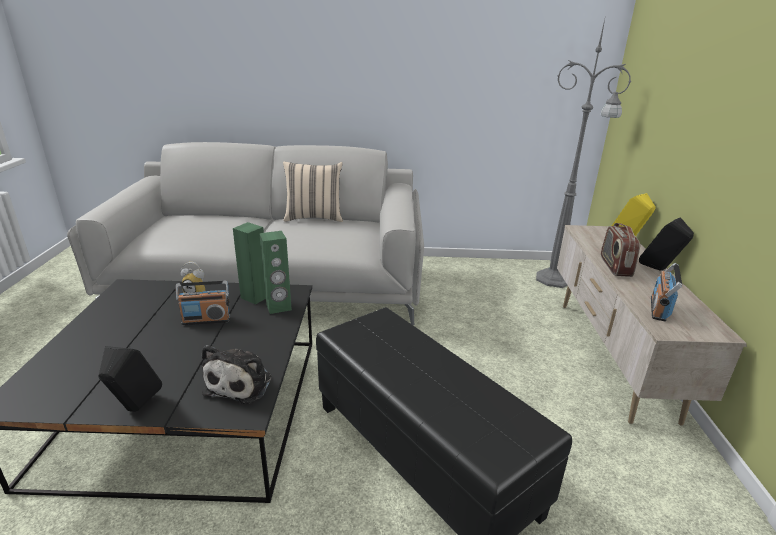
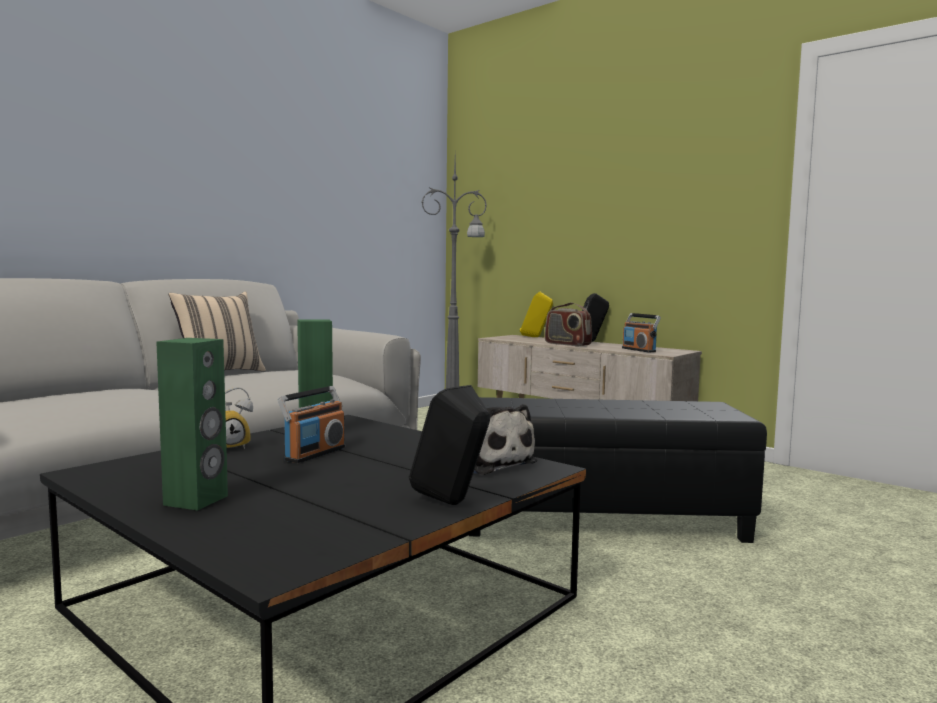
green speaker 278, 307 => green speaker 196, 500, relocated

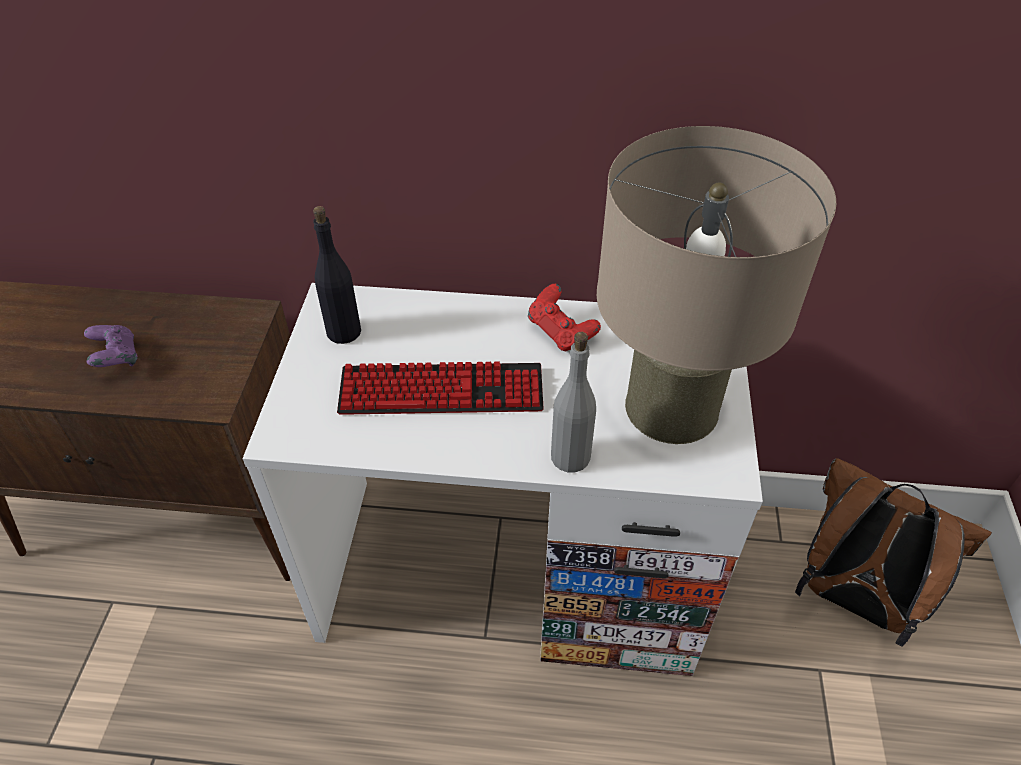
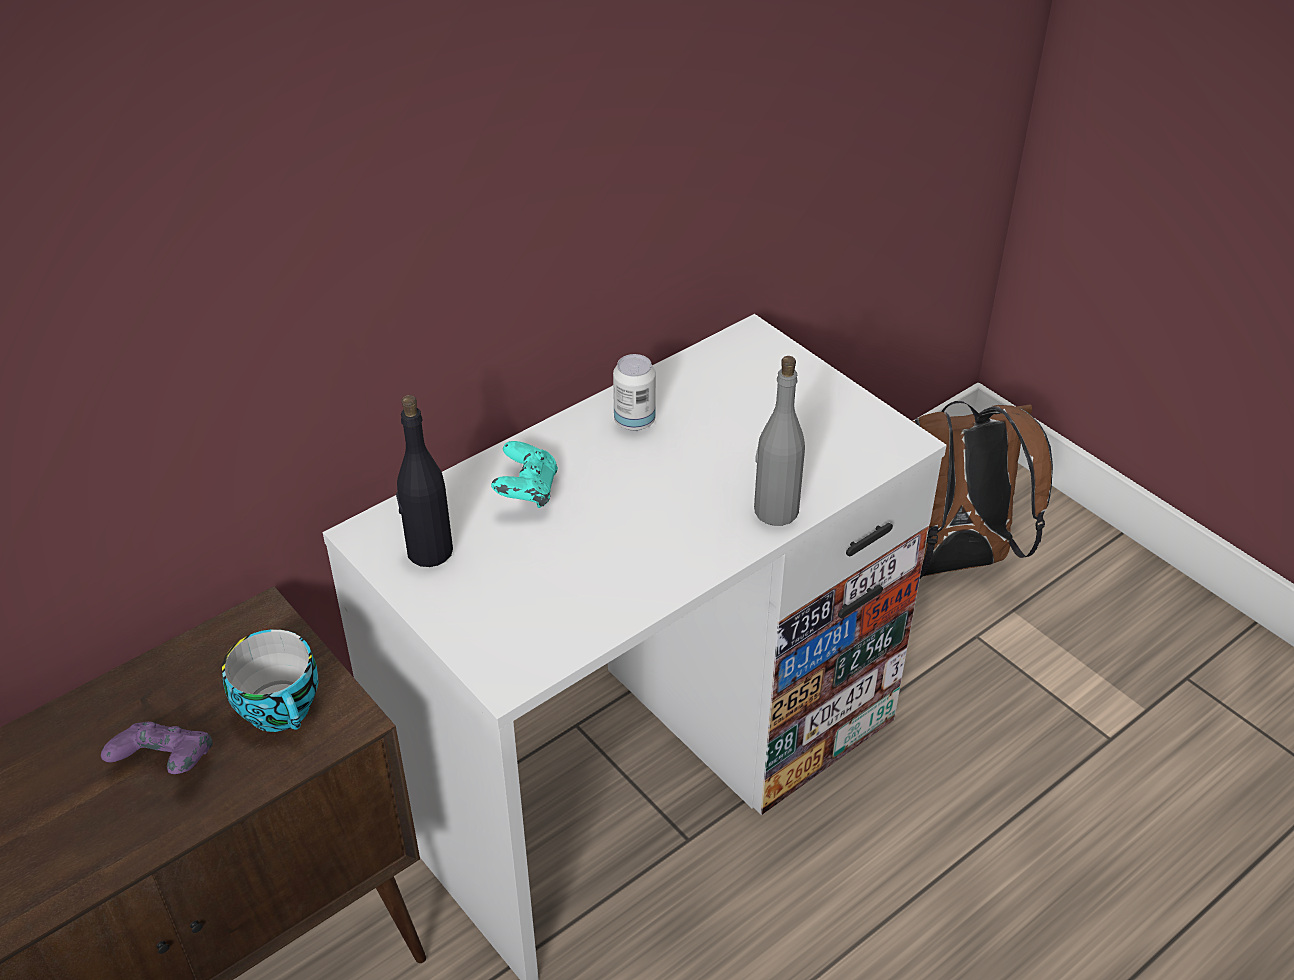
keyboard 441, 391 => nothing
beige table lamp 671, 407 => nothing
nothing => cup 283, 710
nothing => turquoise game controller 526, 492
red game controller 561, 332 => can 634, 421

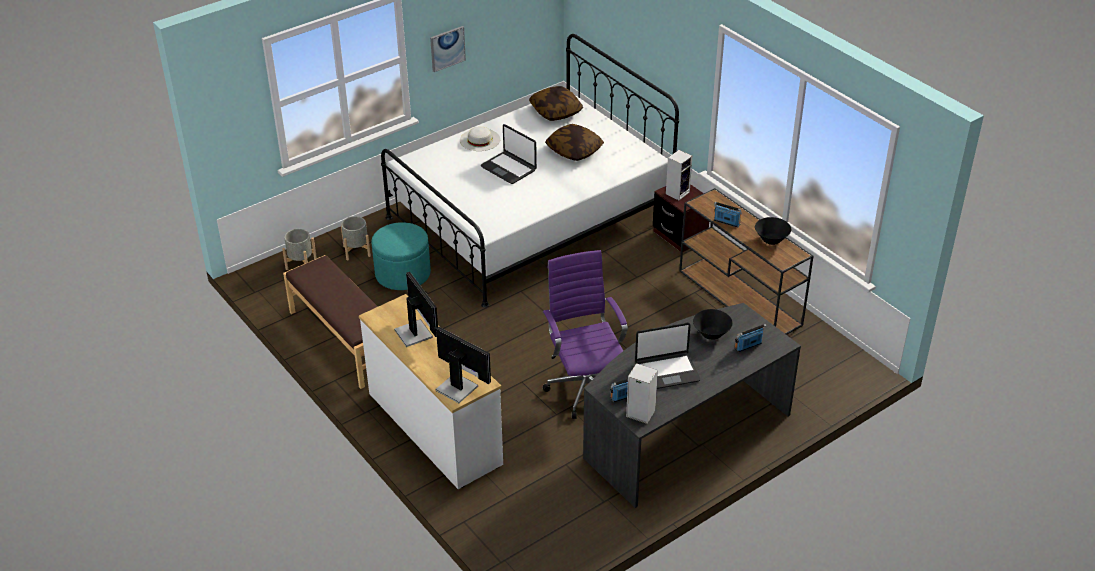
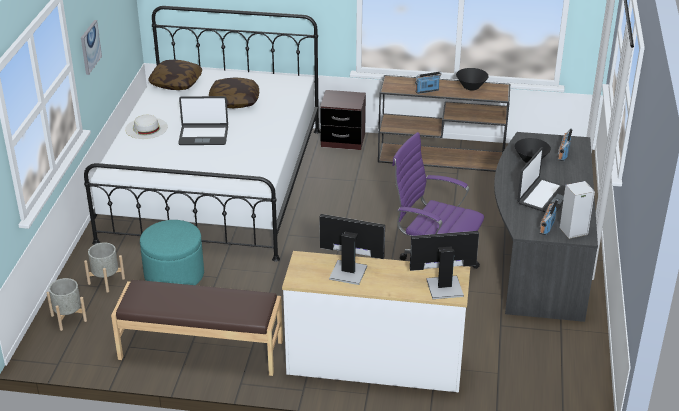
speaker 677, 192 => nothing

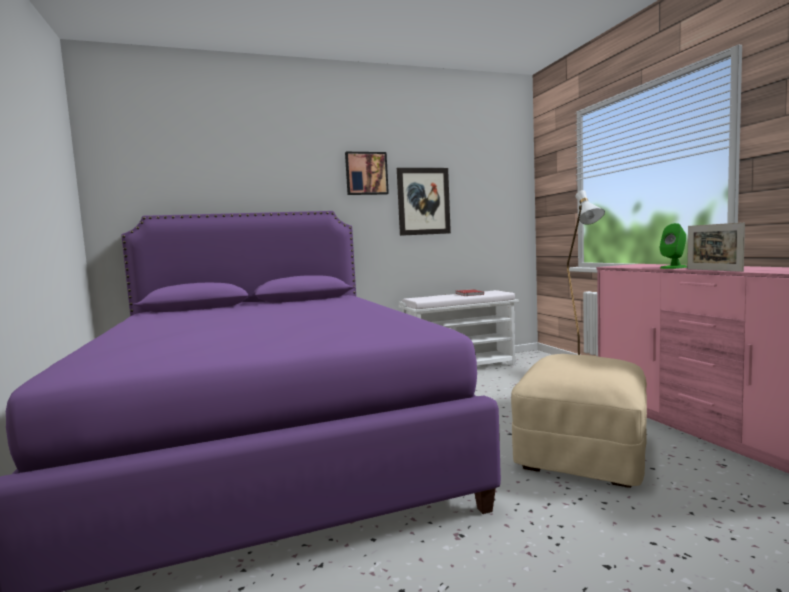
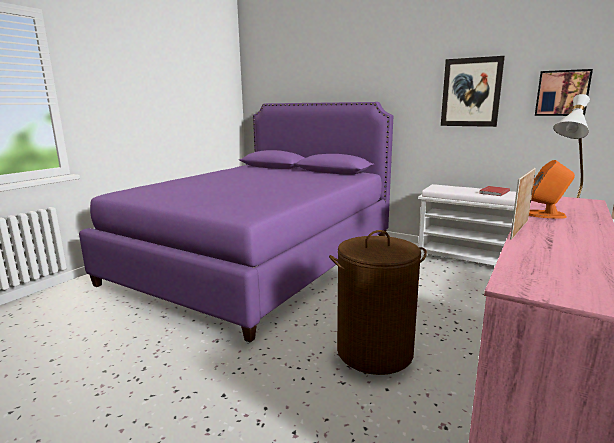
picture 366, 173 => picture 562, 93, relocated
beige ottoman 581, 452 => brown laundry basket 374, 351
green speaker 673, 267 => orange speaker 546, 214

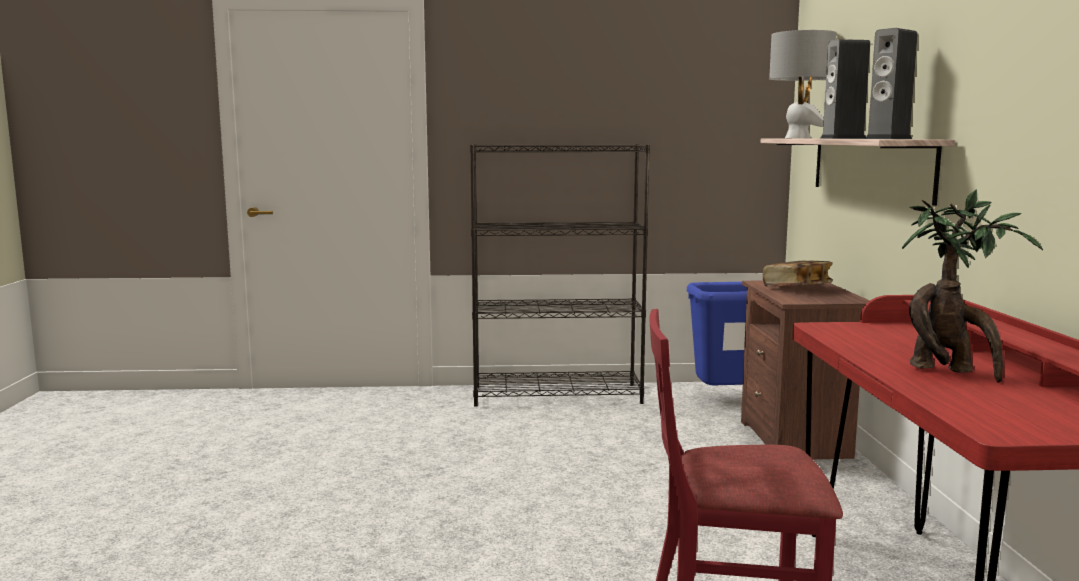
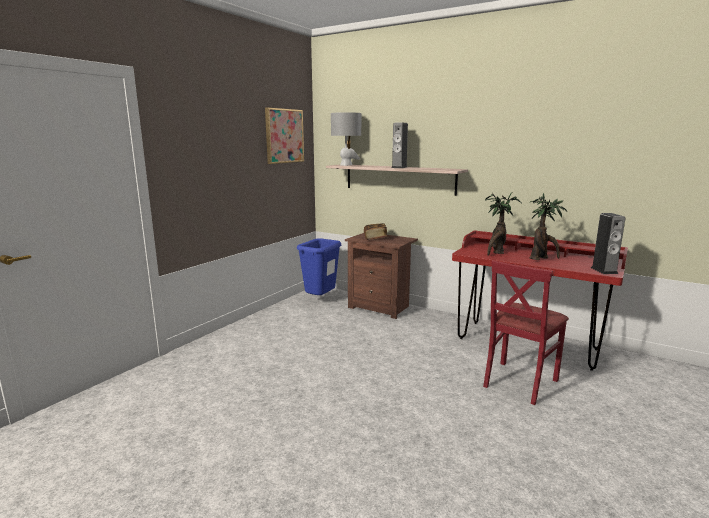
black bookcase 558, 395 => nothing
nothing => picture 284, 136
nothing => potted plant 496, 253
speaker 888, 138 => speaker 604, 270, relocated

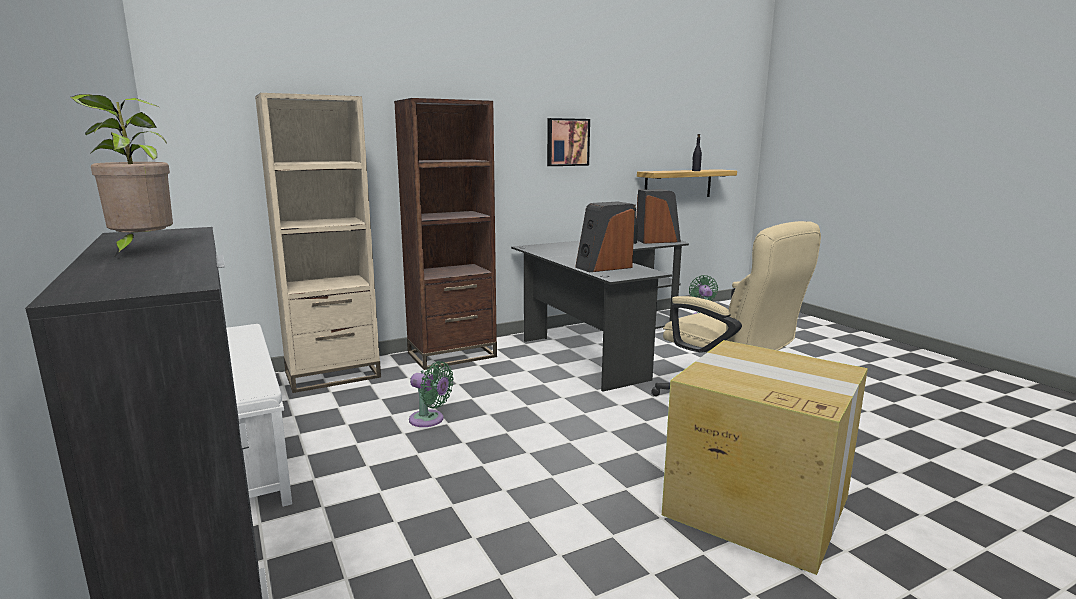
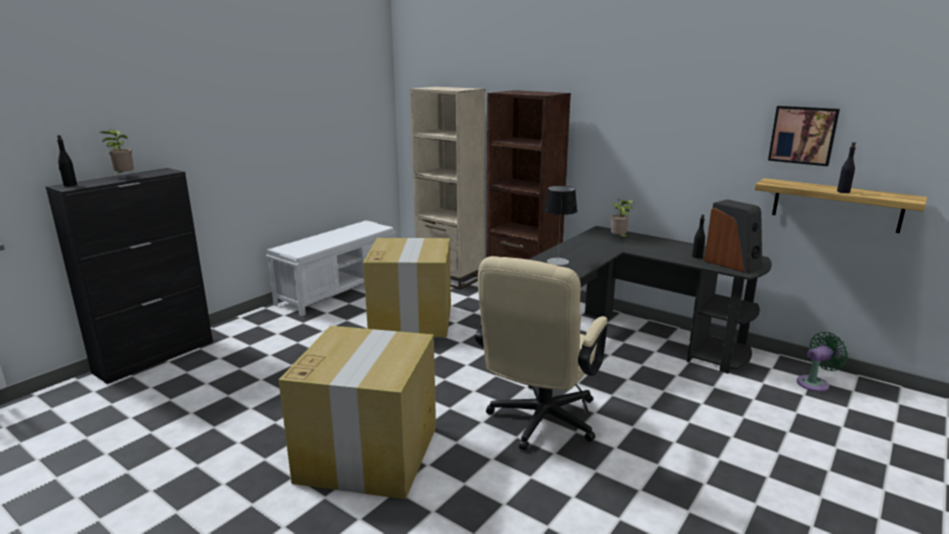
nothing => black bottle 70, 185
nothing => potted plant 619, 238
picture 567, 142 => picture 803, 135, relocated
green fan 429, 420 => cardboard box 412, 319
speaker 603, 267 => table lamp 557, 261

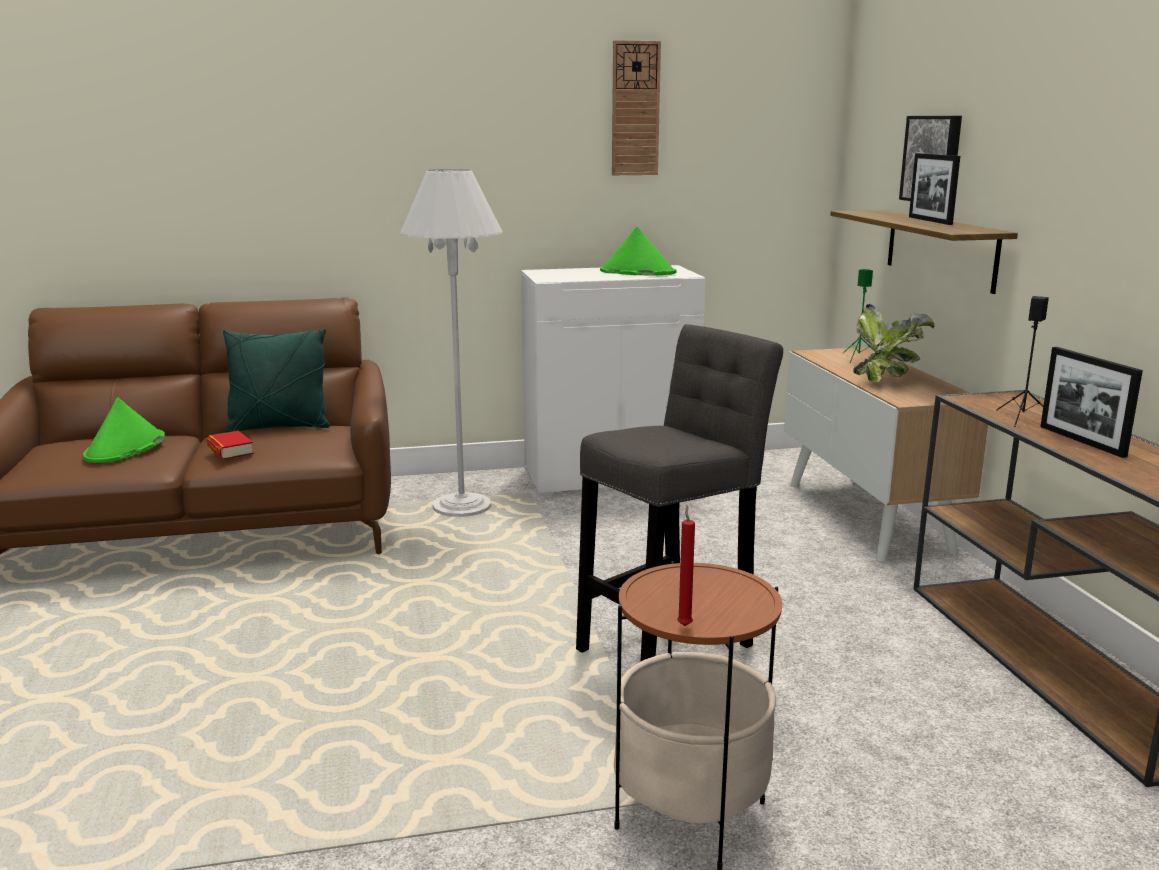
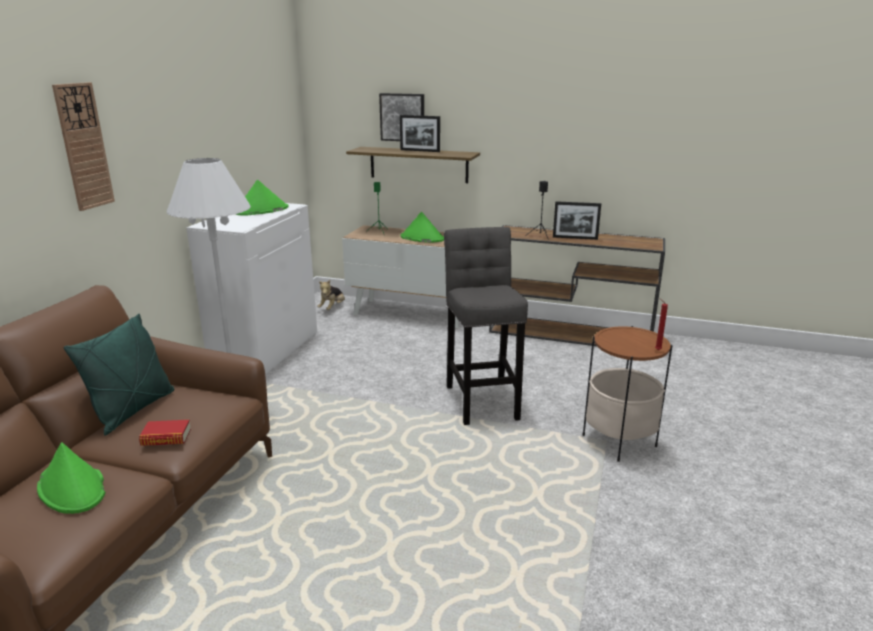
nothing => plush toy 332, 308
wall clock 635, 109 => wall clock 83, 146, relocated
potted plant 886, 380 => green hat 422, 238

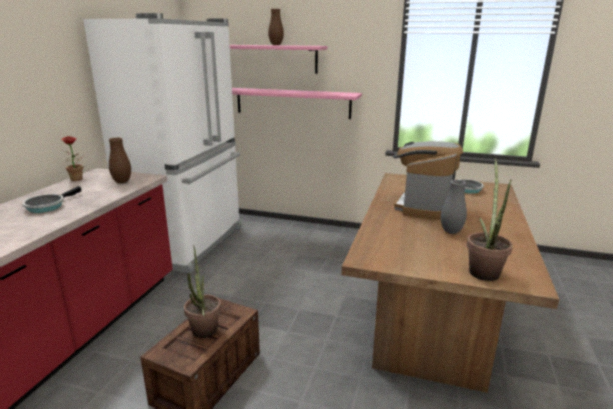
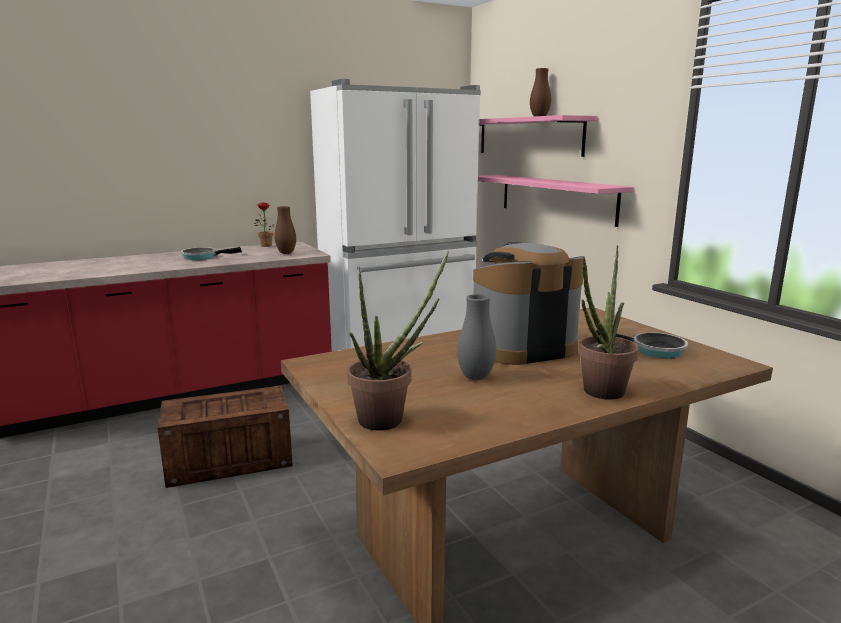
potted plant 203, 334 => potted plant 599, 394, relocated

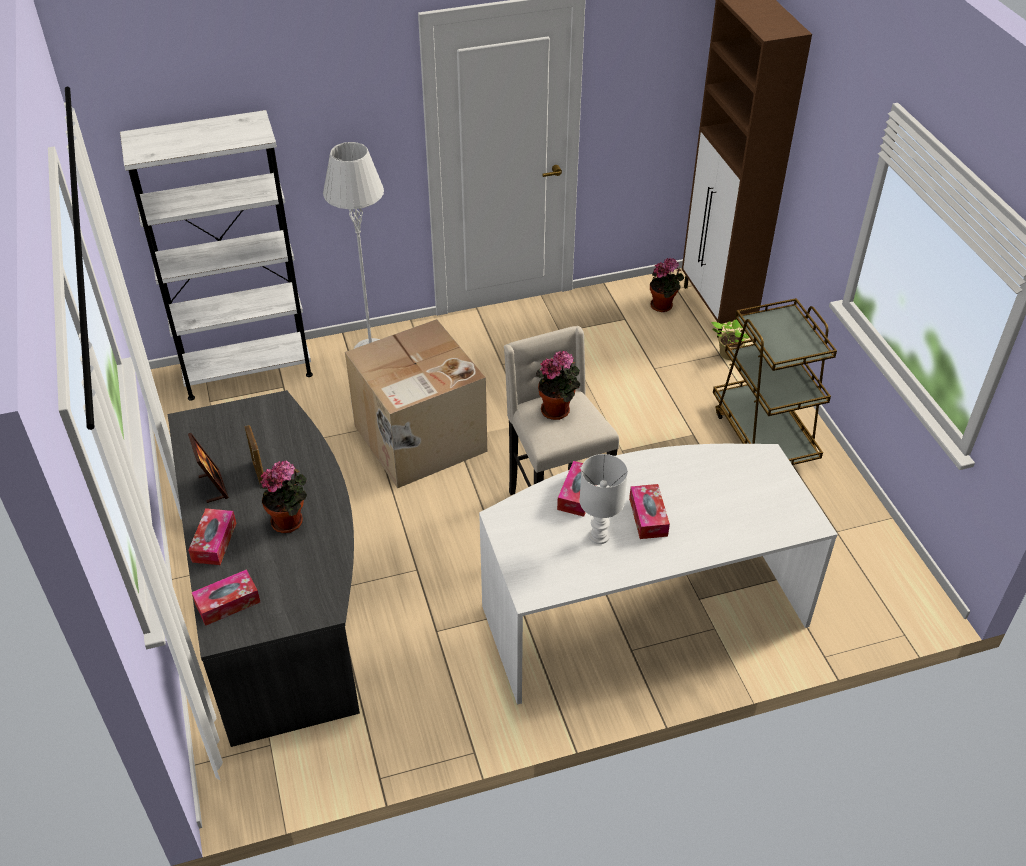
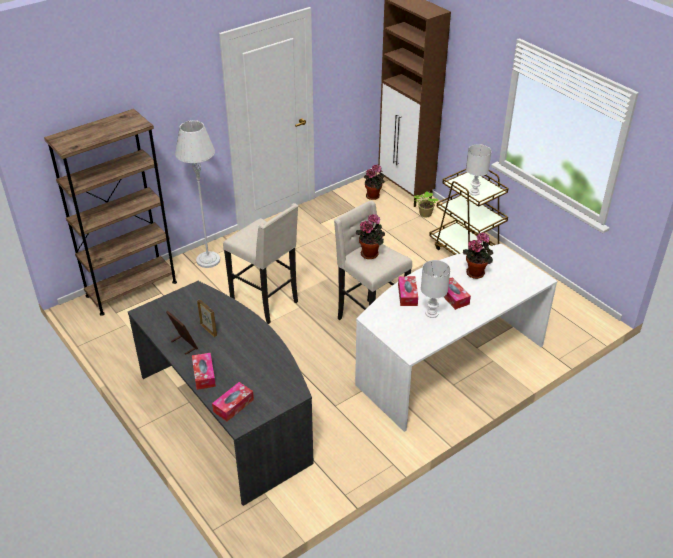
nothing => white table lamp 474, 192
potted plant 290, 521 => potted plant 476, 272, relocated
cardboard box 419, 440 => beige stool 266, 303
white bookcase 247, 370 => brown bookcase 131, 289

